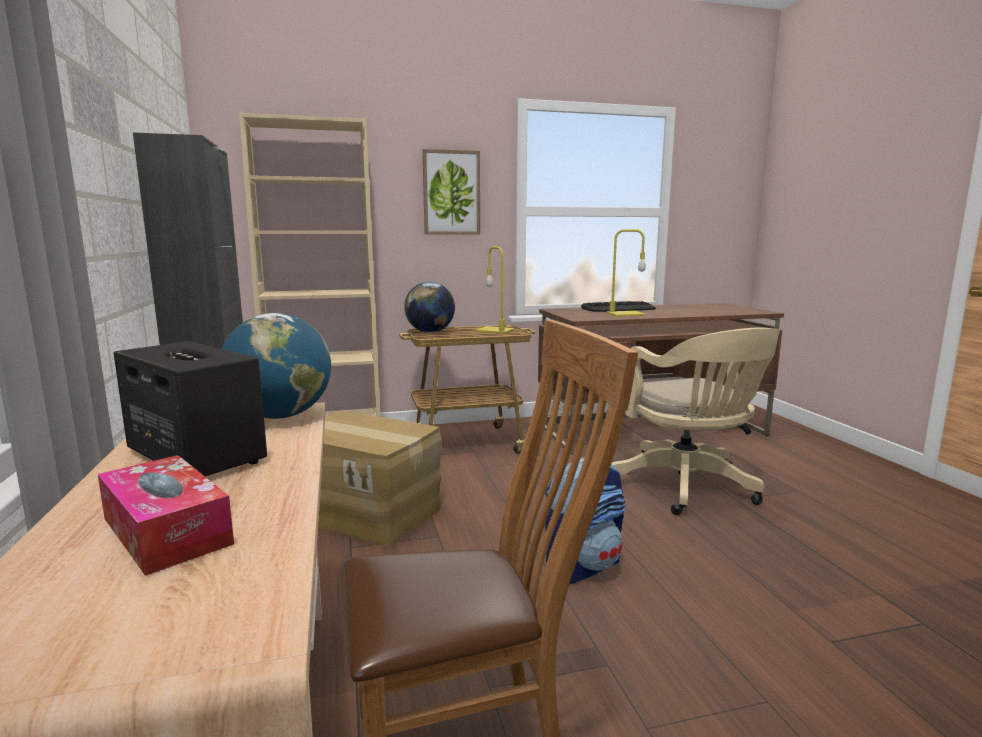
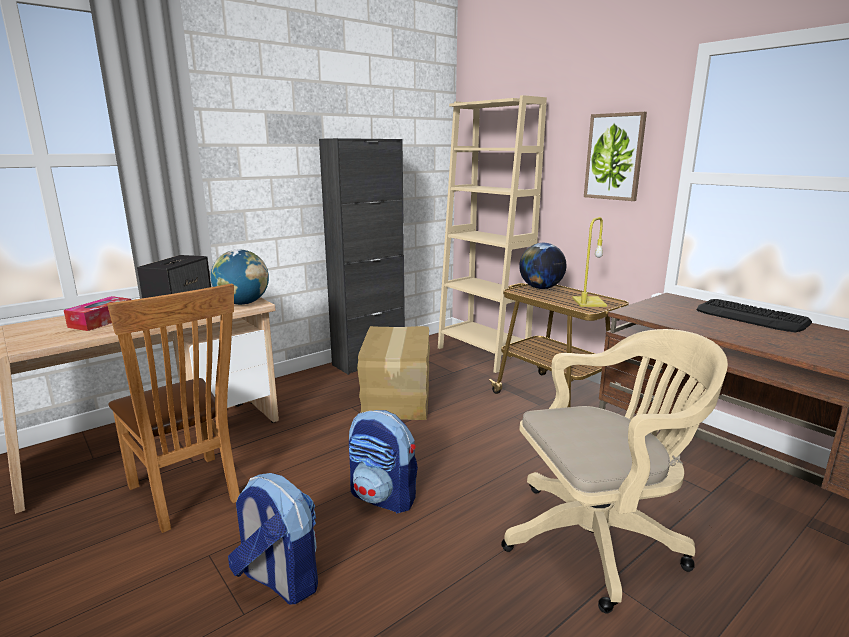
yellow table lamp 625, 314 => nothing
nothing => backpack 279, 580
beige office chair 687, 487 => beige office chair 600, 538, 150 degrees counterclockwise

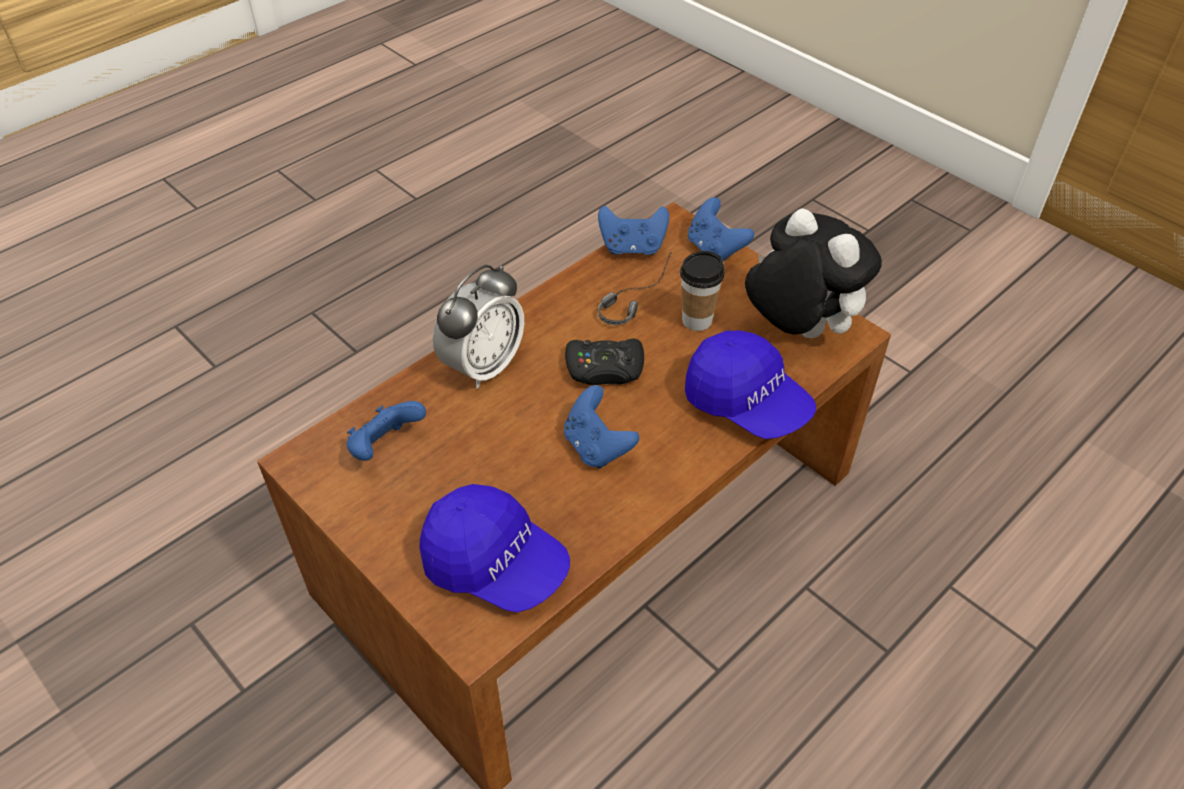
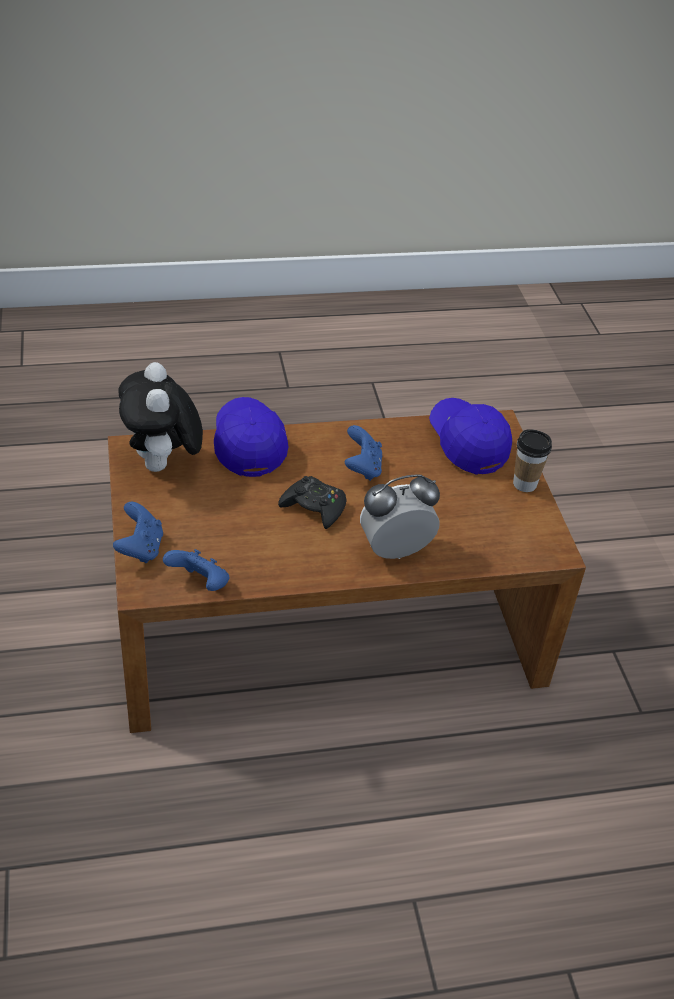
blue game controller 385, 447 => nothing
headphones 633, 295 => nothing
cup 697, 320 => cup 524, 484, relocated

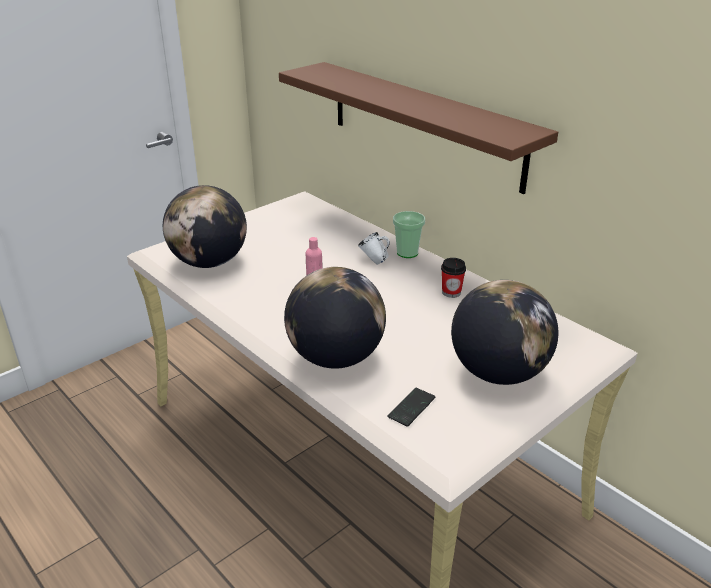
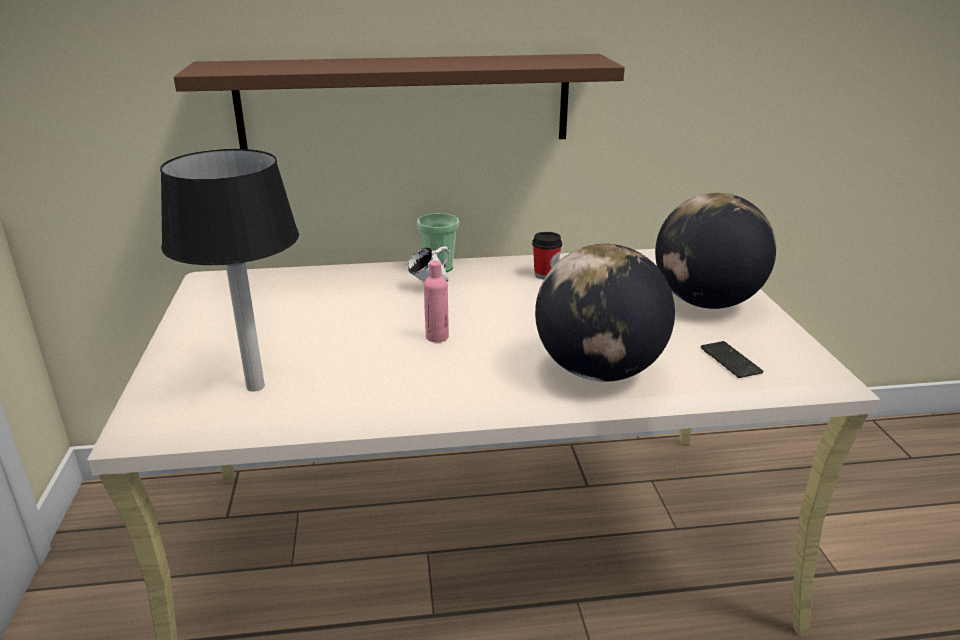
globe 209, 262 => table lamp 256, 386

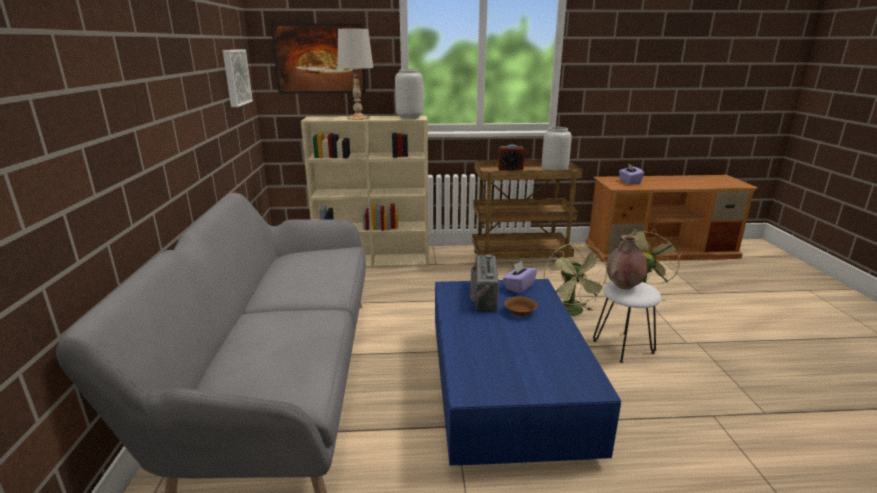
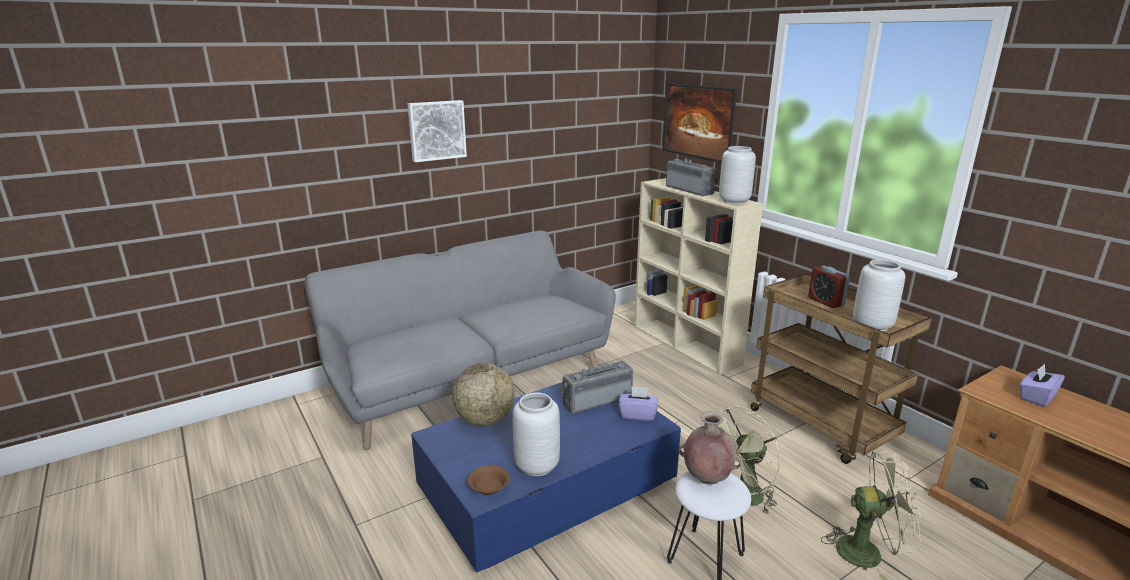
nothing => globe 485, 420
nothing => grey vase 536, 466
picture 235, 77 => picture 436, 130, relocated
brown bowl 519, 312 => brown bowl 488, 487, relocated
white table lamp 358, 118 => radio 691, 190

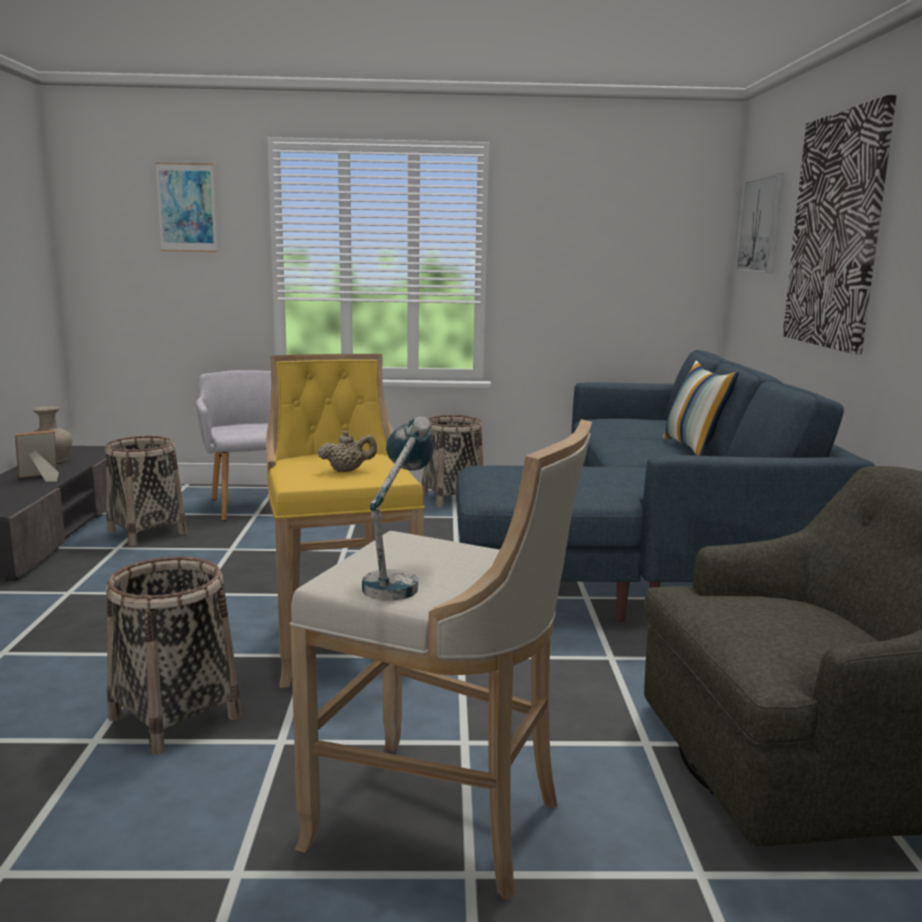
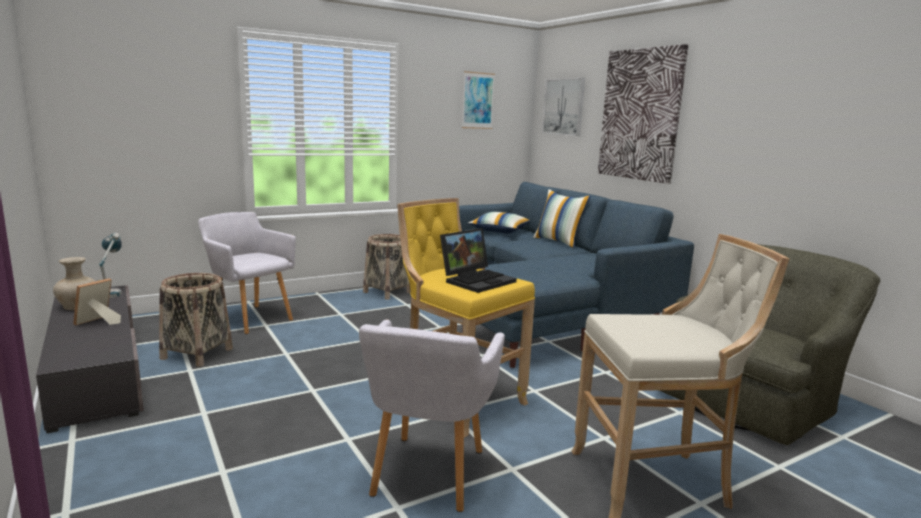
nothing => pillow 499, 231
picture 187, 207 => picture 478, 100, relocated
table lamp 398, 580 => table lamp 112, 292, relocated
basket 174, 717 => grey armchair 426, 475
beige teapot 347, 470 => laptop 477, 280

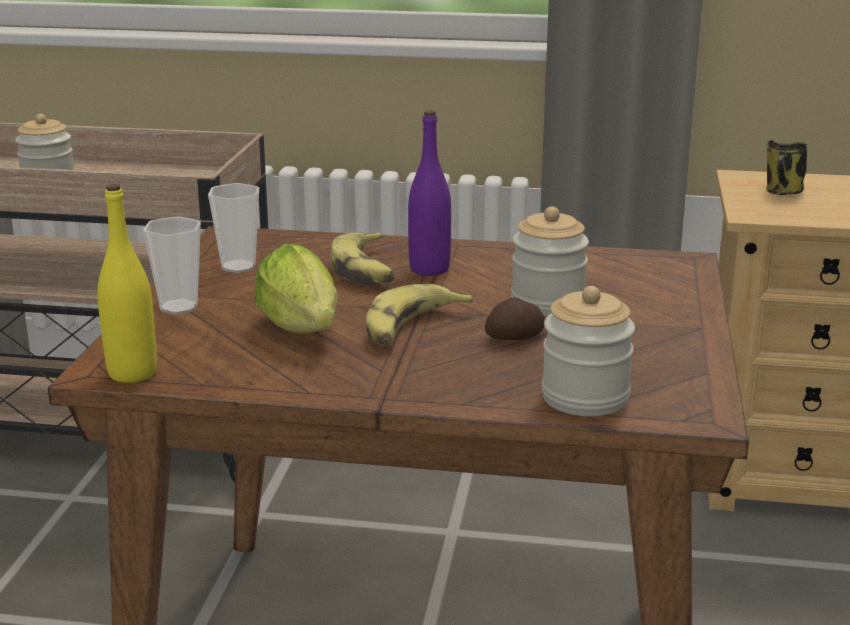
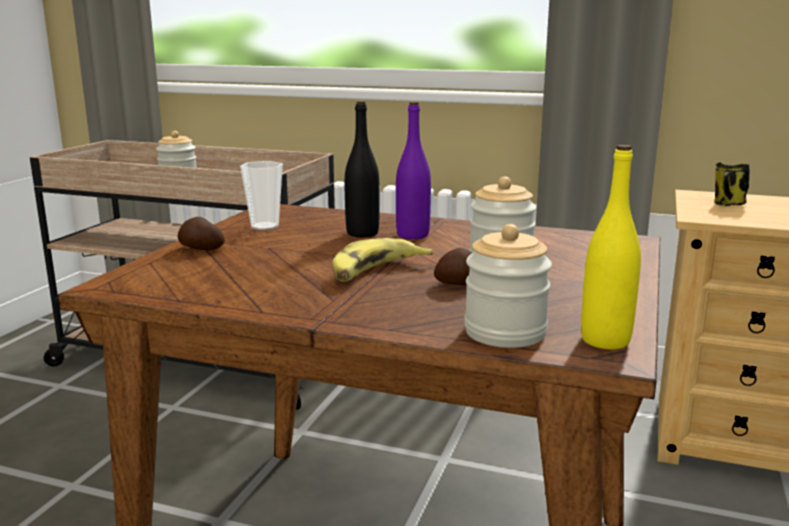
lettuce 303, 332 => nothing
yellow bottle 132, 373 => yellow bottle 605, 340, relocated
cup 179, 307 => potato 200, 248
banana 367, 270 => black bottle 362, 233

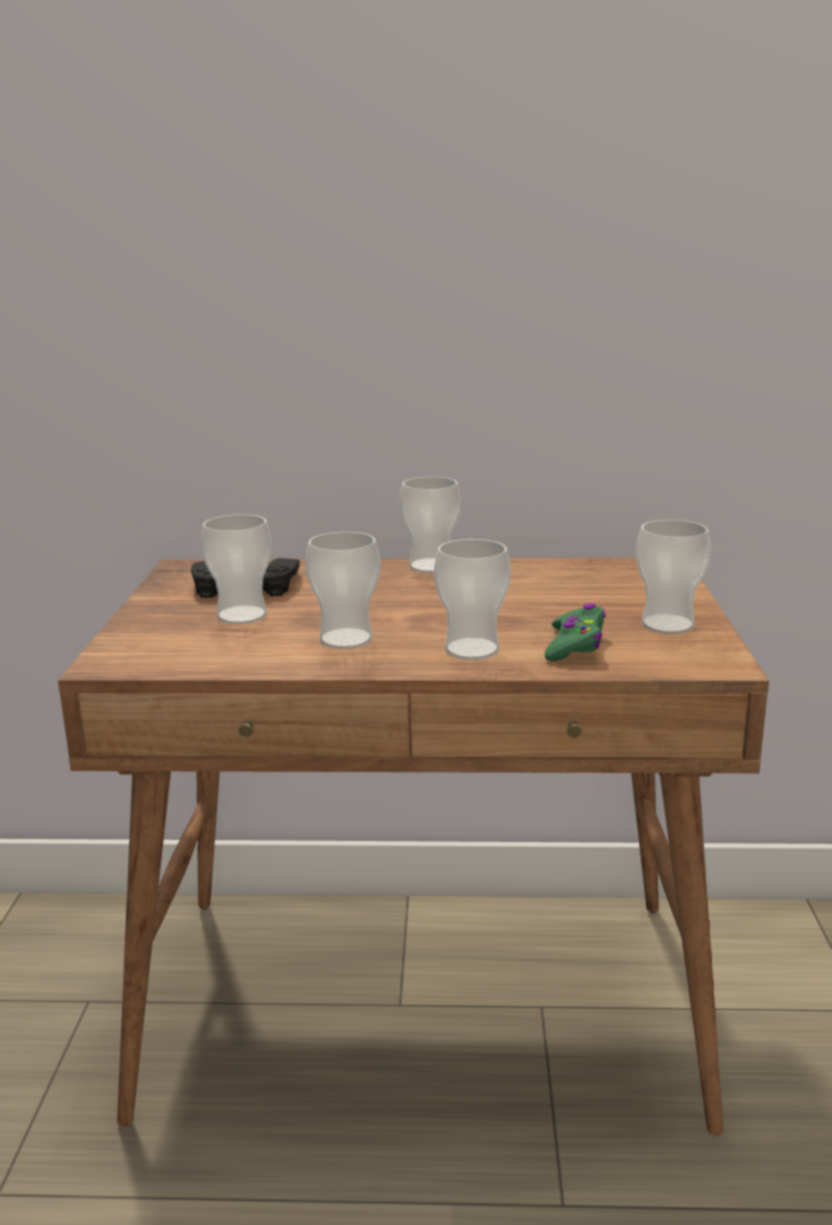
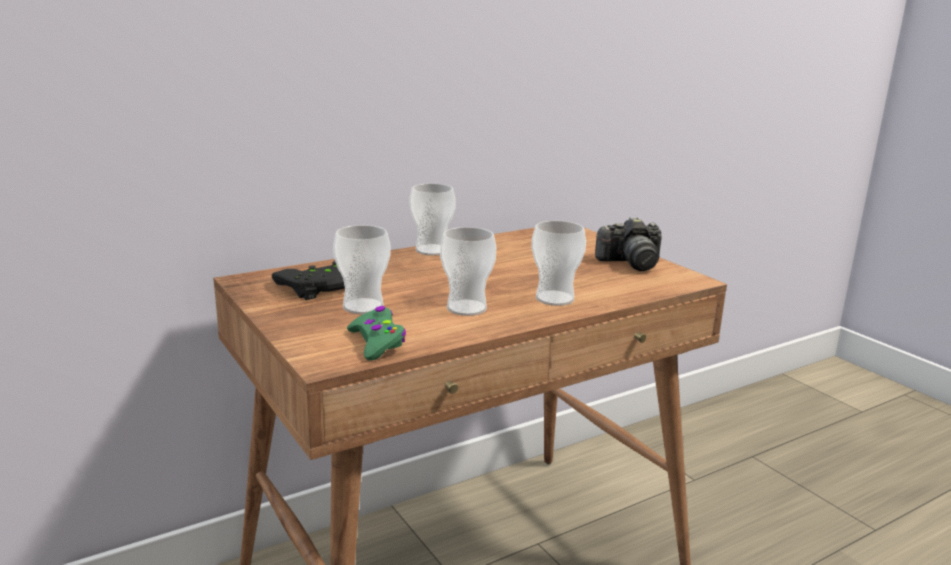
green game controller 575, 645 => green game controller 377, 342, relocated
cup 667, 625 => photo camera 631, 263

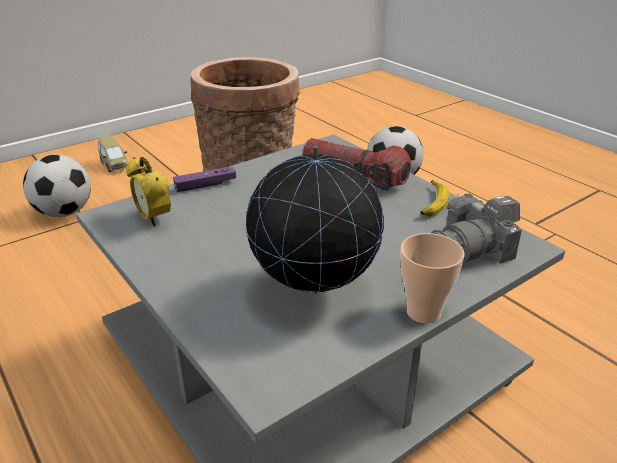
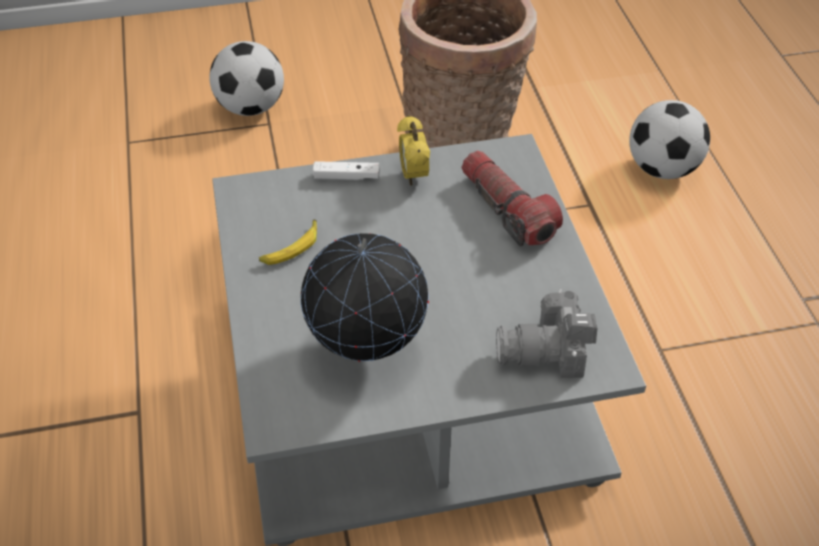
toy car 114, 165 => nothing
cup 423, 312 => nothing
alarm clock 153, 219 => alarm clock 413, 176, relocated
banana 432, 203 => banana 291, 248, relocated
purple game controller 205, 185 => white game controller 346, 177

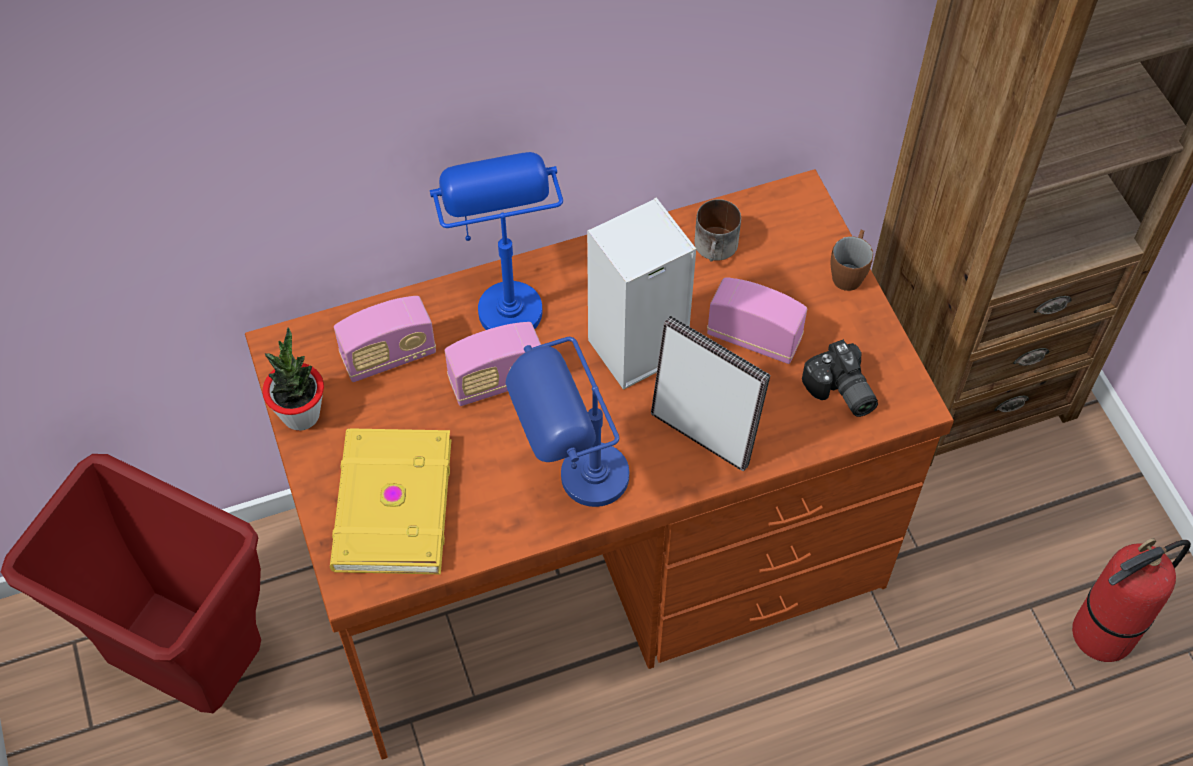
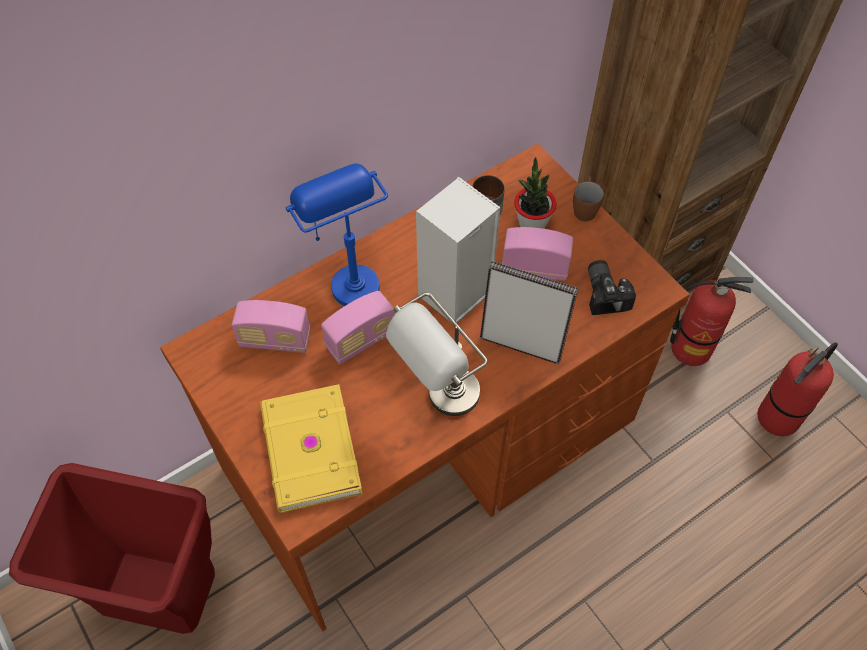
nothing => fire extinguisher 691, 349
potted plant 301, 414 => potted plant 532, 224, relocated
blue table lamp 573, 486 => grey table lamp 440, 404
radio 389, 356 => radio 275, 340, 45 degrees clockwise
photo camera 840, 393 => photo camera 606, 293, 150 degrees counterclockwise

